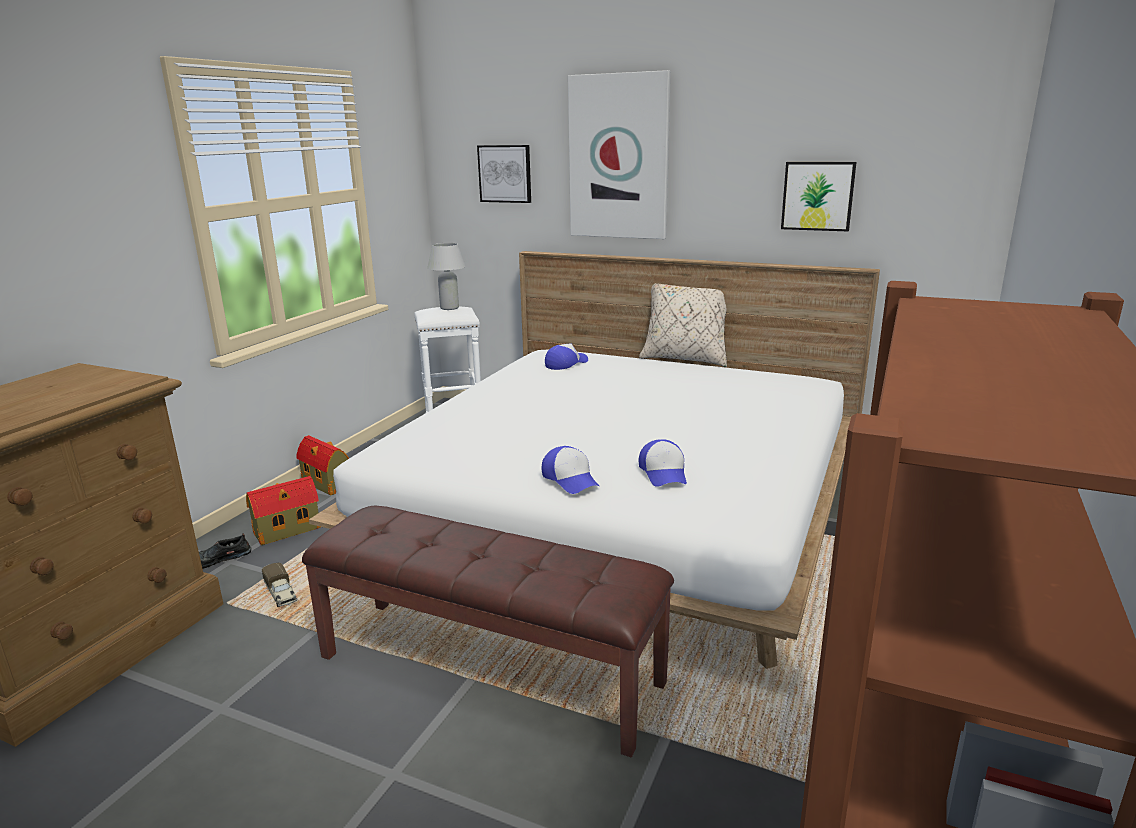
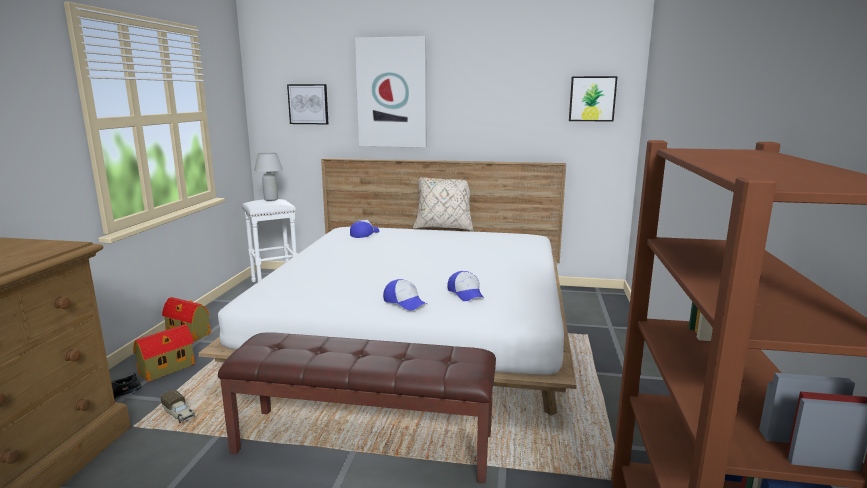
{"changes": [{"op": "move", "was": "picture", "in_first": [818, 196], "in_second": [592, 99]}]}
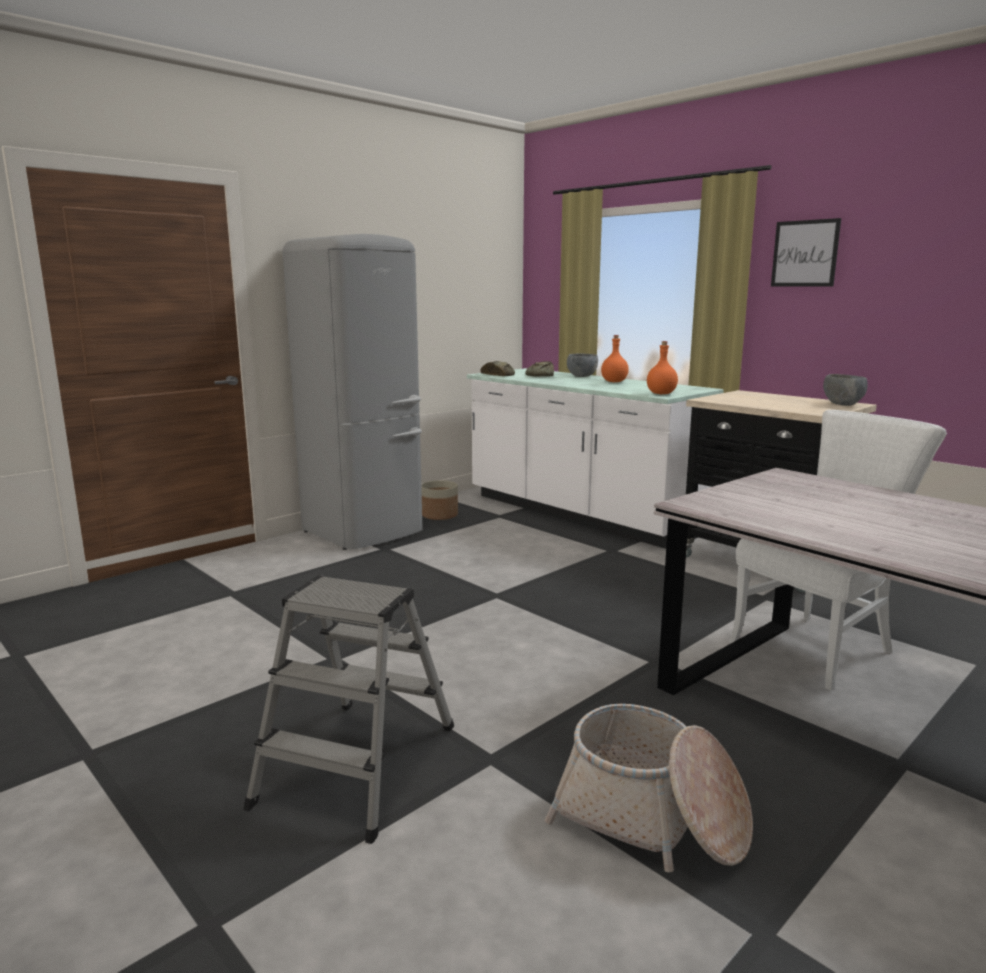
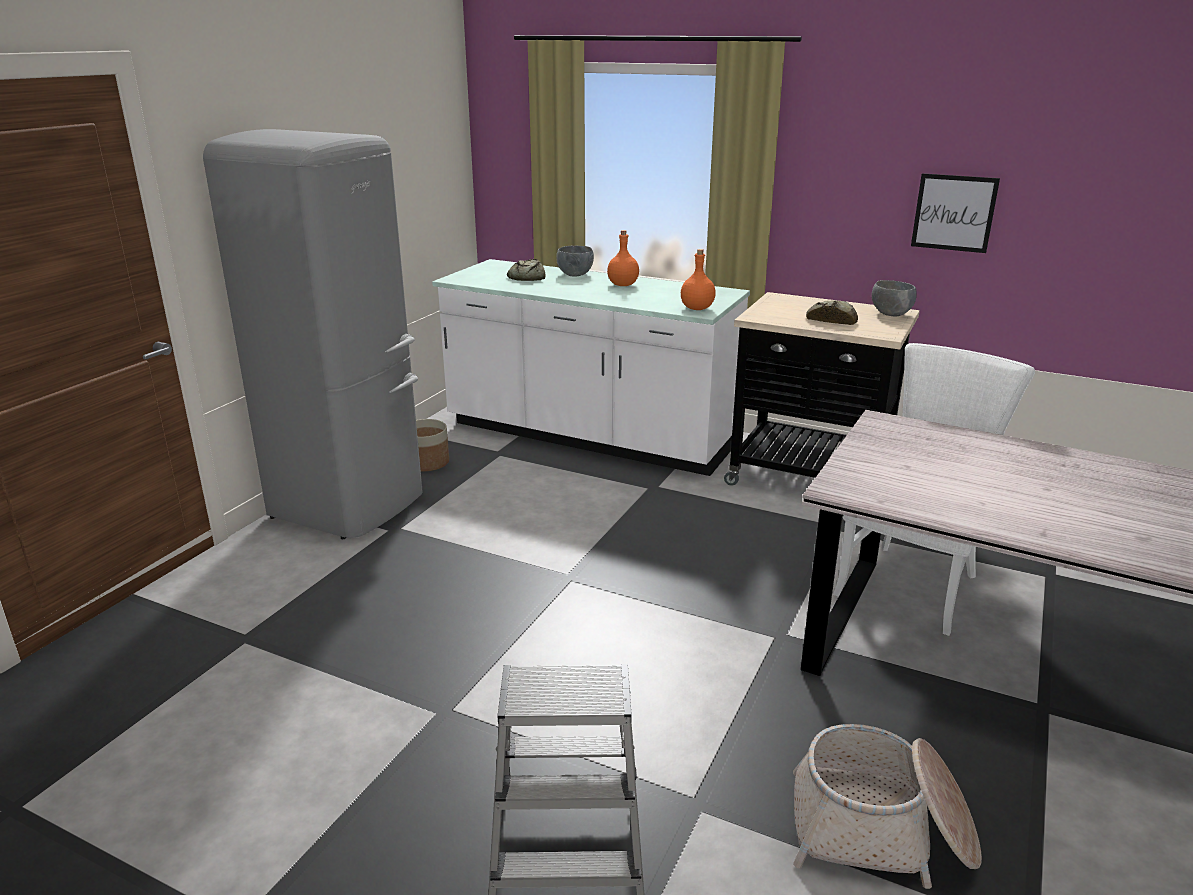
{"changes": [{"op": "move", "was": "picture", "in_first": [805, 253], "in_second": [954, 213]}, {"op": "move", "was": "bread", "in_first": [498, 375], "in_second": [831, 320]}]}
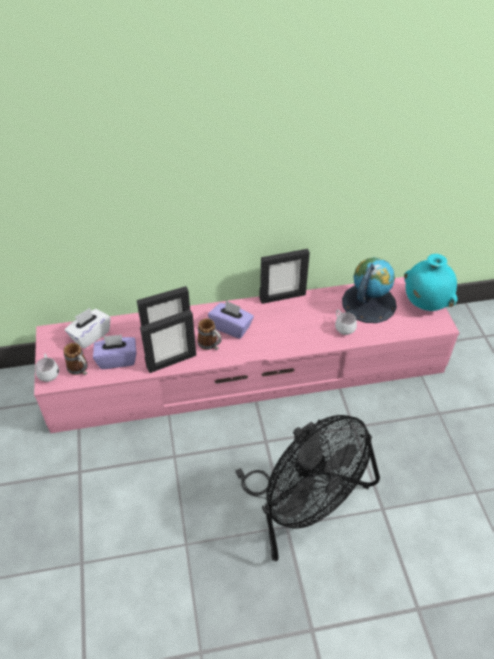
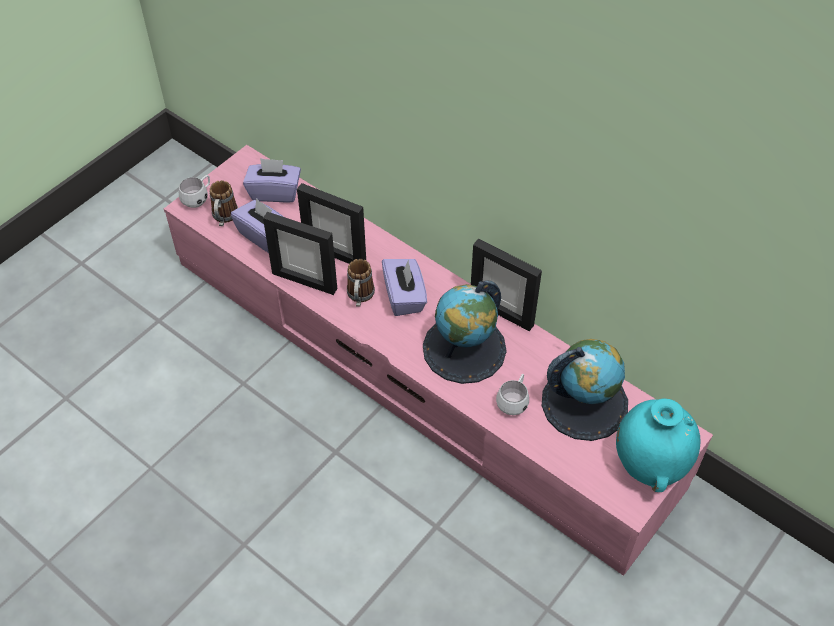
{"changes": [{"op": "recolor", "was": "tissue box in white", "now": "tissue box in purple", "in_first": [90, 335], "in_second": [274, 192]}, {"op": "delete", "was": "fan in black", "in_first": [301, 505]}, {"op": "insert", "now": "globe", "in_second": [464, 349]}]}
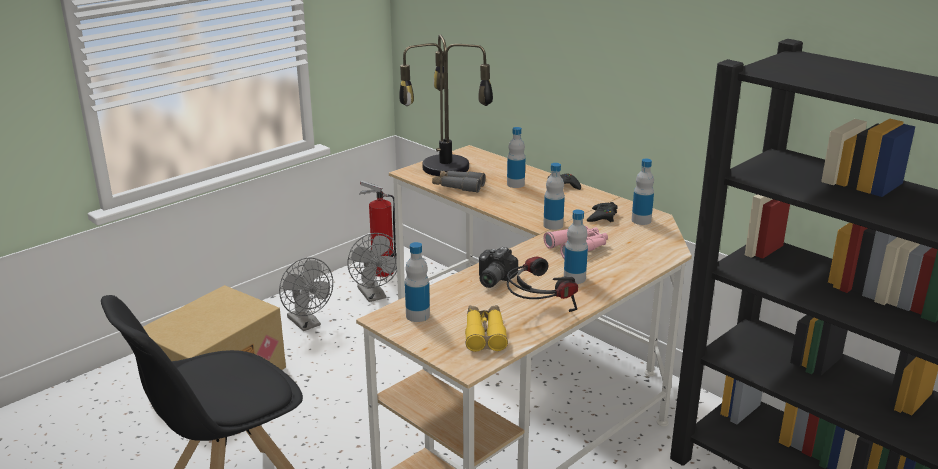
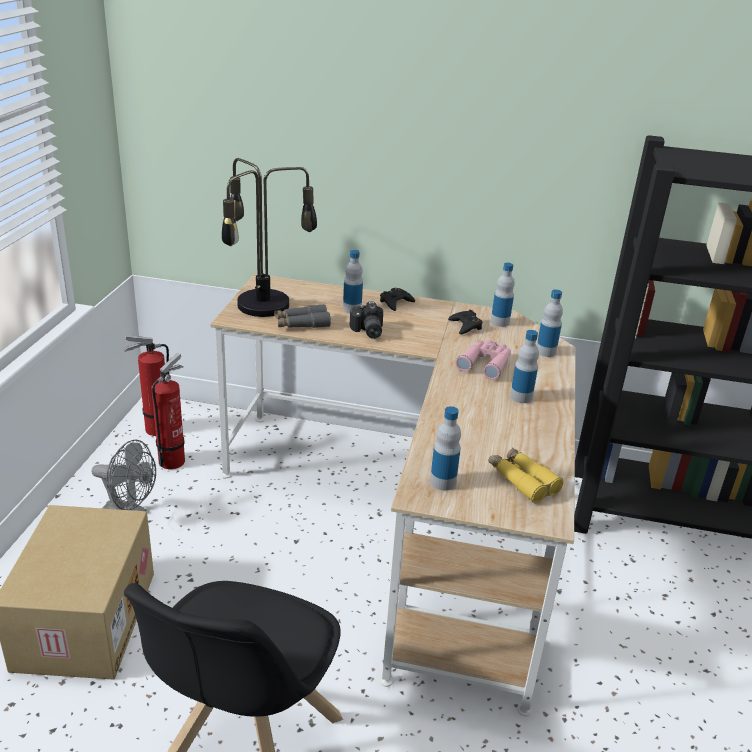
{"changes": [{"op": "move", "was": "bottle", "in_first": [553, 225], "in_second": [546, 352]}, {"op": "replace", "was": "fan in grey", "now": "fire extinguisher", "in_first": [374, 296], "in_second": [174, 459]}, {"op": "move", "was": "photo camera", "in_first": [492, 279], "in_second": [367, 331]}, {"op": "delete", "was": "headphones", "in_first": [537, 313]}]}
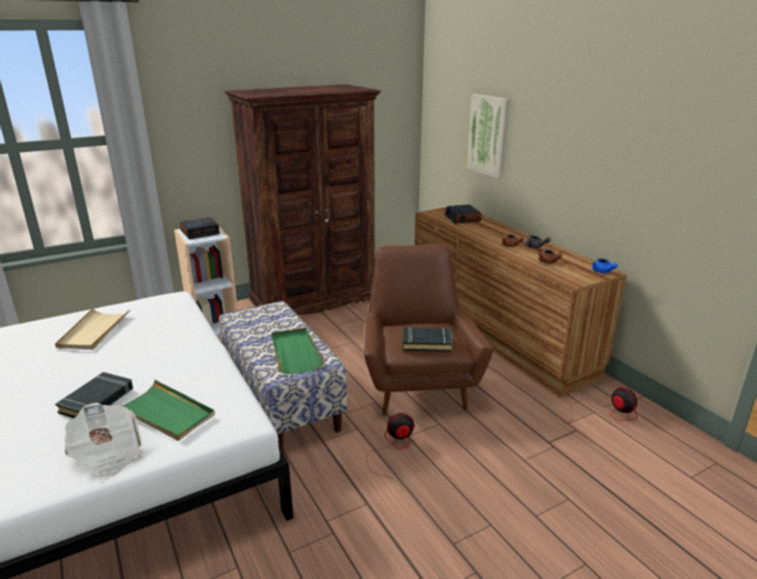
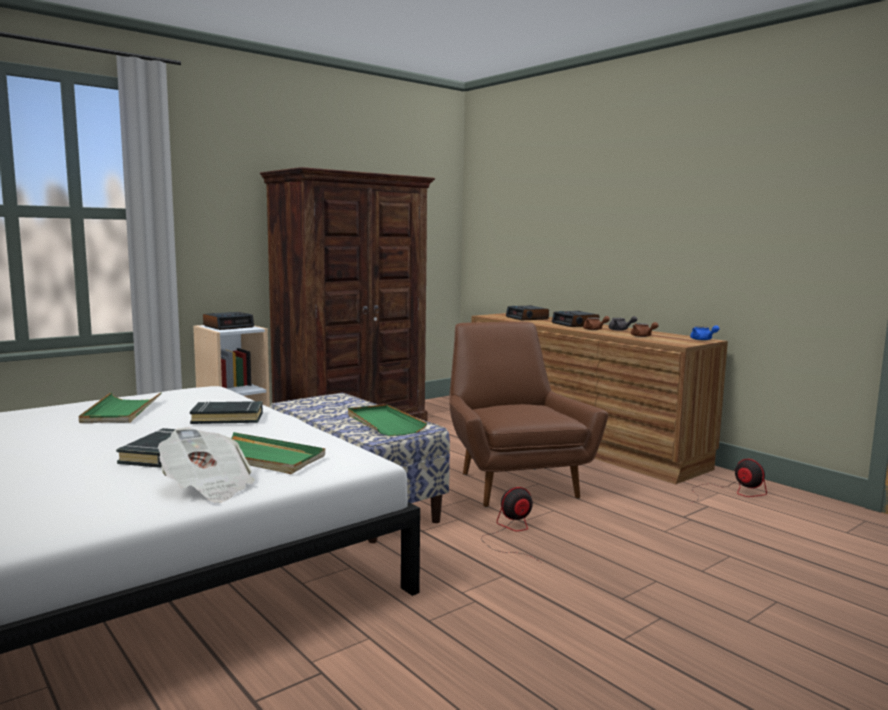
{"changes": [{"op": "delete", "was": "picture", "in_first": [489, 135]}, {"op": "recolor", "was": "tray in beige", "now": "tray in green", "in_first": [94, 331], "in_second": [121, 411]}, {"op": "move", "was": "book in black", "in_first": [426, 343], "in_second": [227, 418]}, {"op": "insert", "now": "alarm clock", "in_second": [575, 324]}]}
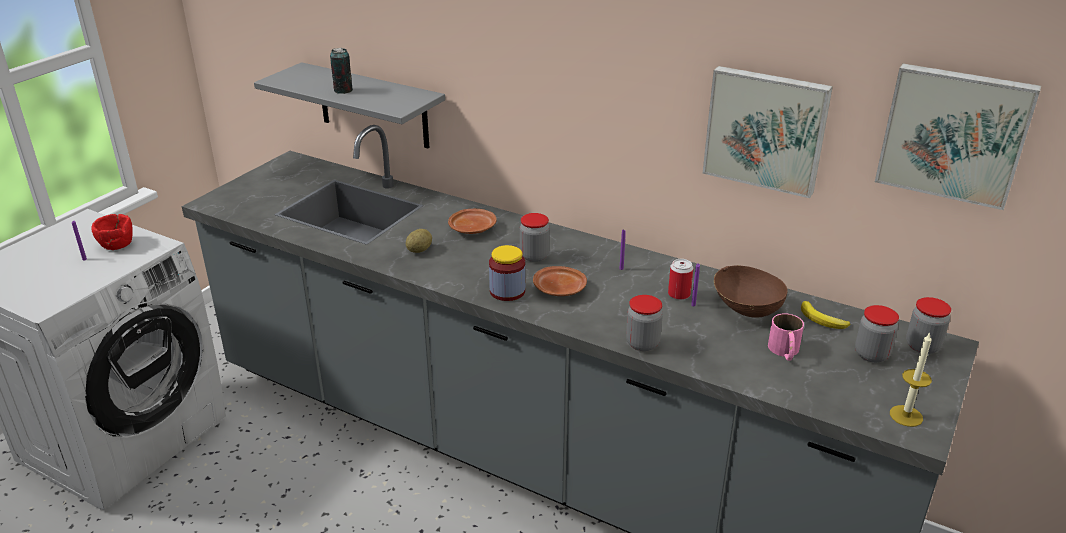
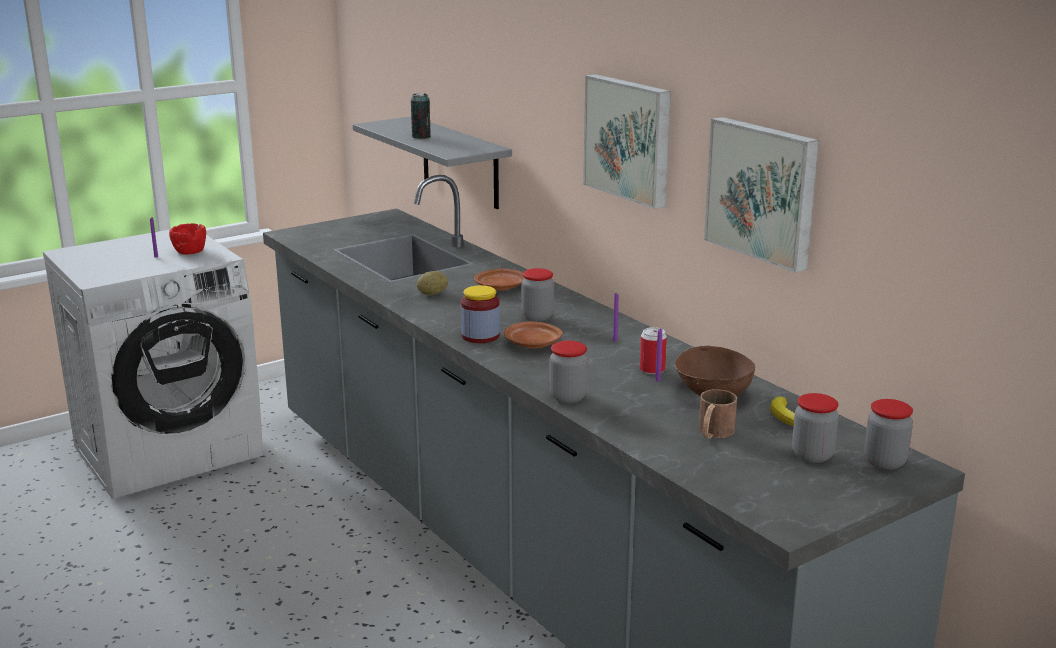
{"changes": [{"op": "move", "was": "picture", "in_first": [954, 134], "in_second": [630, 139]}, {"op": "recolor", "was": "mug in pink", "now": "mug in brown", "in_first": [785, 352], "in_second": [713, 433]}, {"op": "delete", "was": "candle", "in_first": [906, 416]}]}
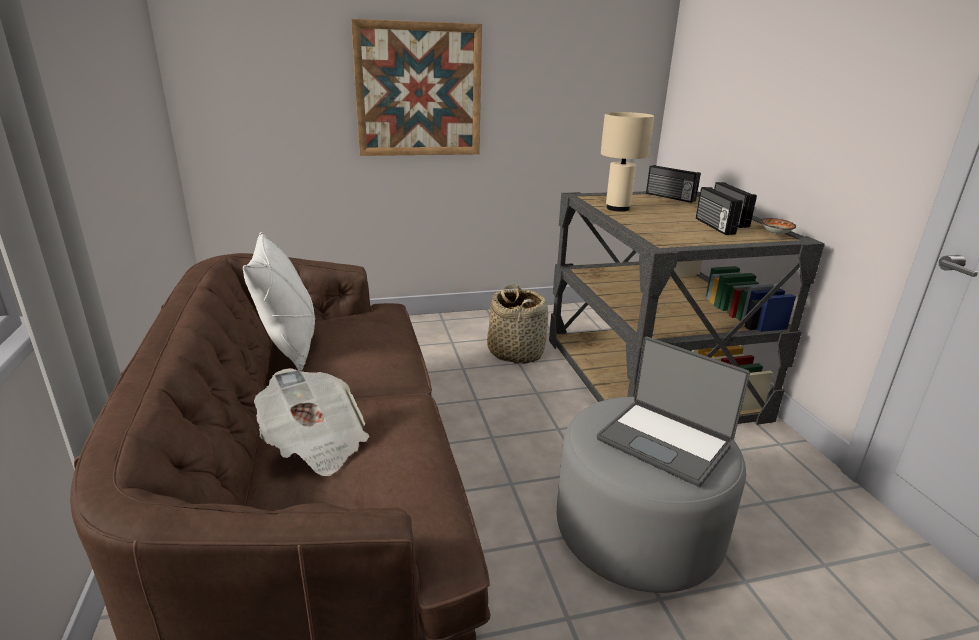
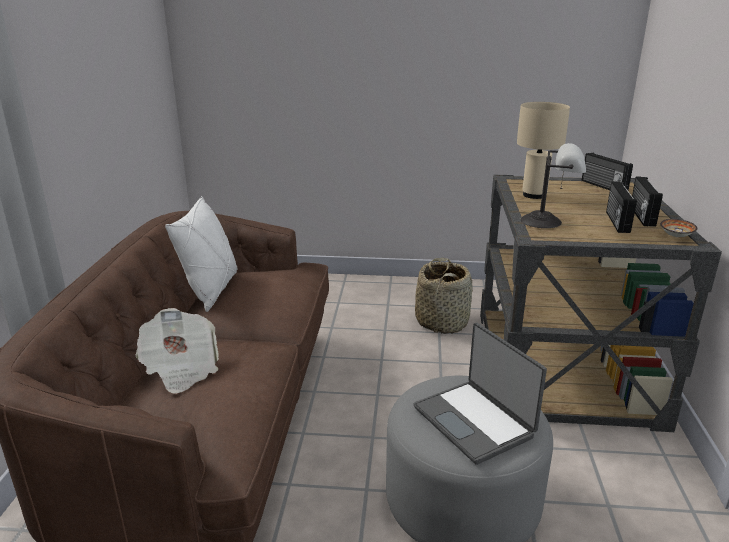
{"changes": [{"op": "delete", "was": "picture", "in_first": [418, 90]}, {"op": "insert", "now": "table lamp", "in_second": [550, 221]}]}
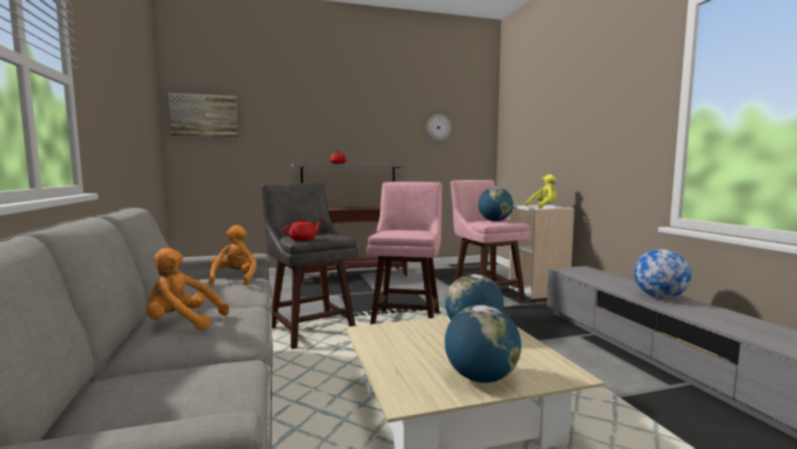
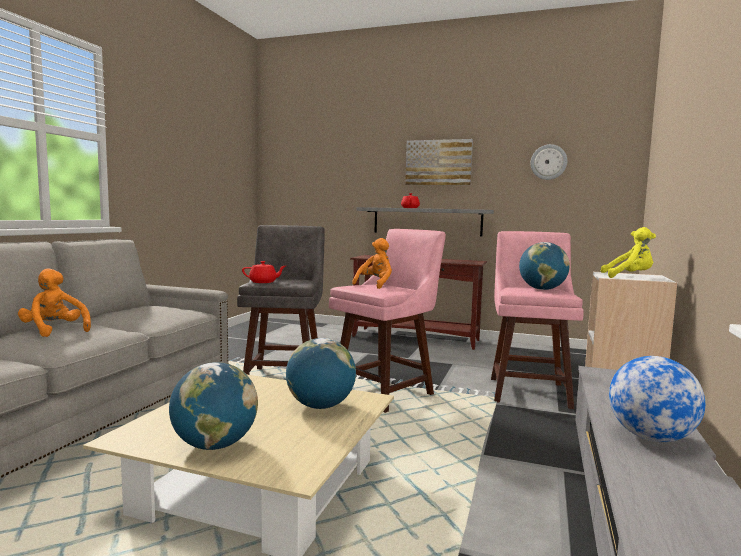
{"changes": [{"op": "move", "was": "picture", "in_first": [204, 116], "in_second": [438, 162]}, {"op": "move", "was": "plush toy in orange", "in_first": [235, 279], "in_second": [375, 285]}]}
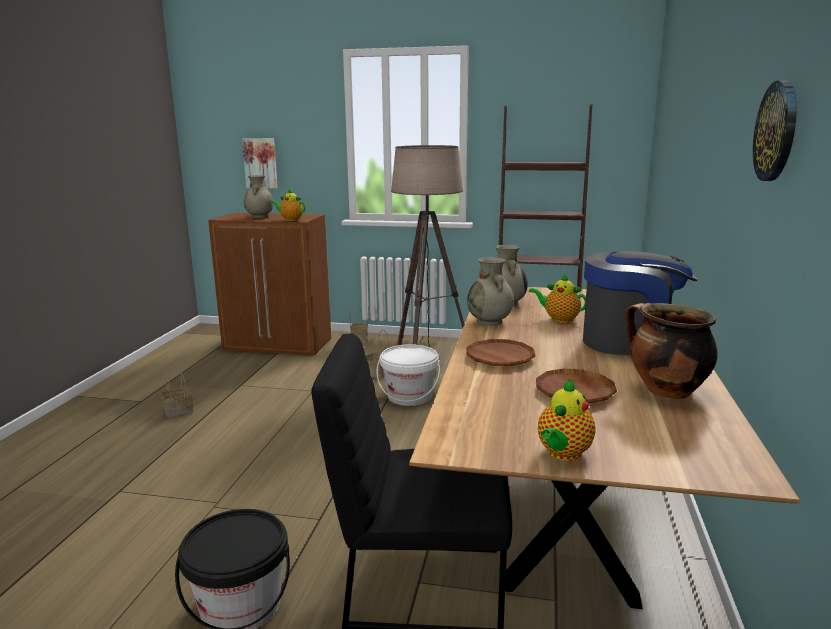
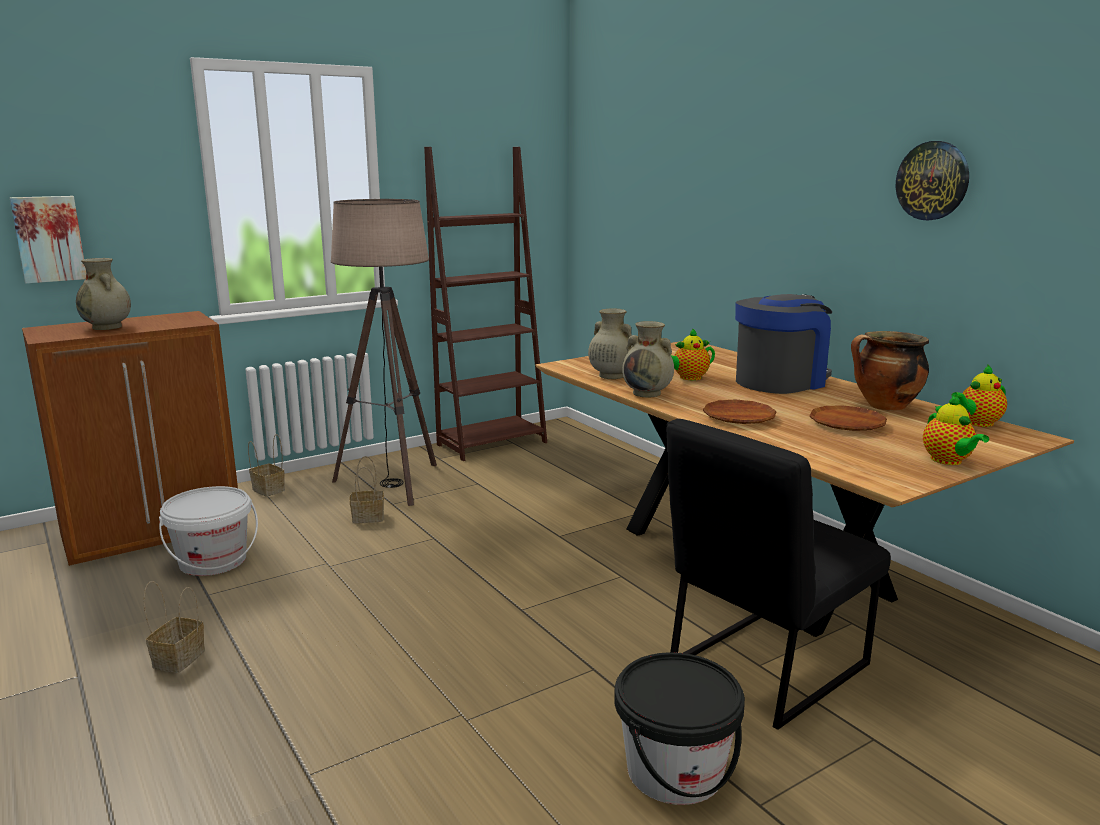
{"changes": [{"op": "move", "was": "teapot", "in_first": [290, 220], "in_second": [977, 423]}, {"op": "move", "was": "bucket in white", "in_first": [409, 396], "in_second": [213, 561]}]}
